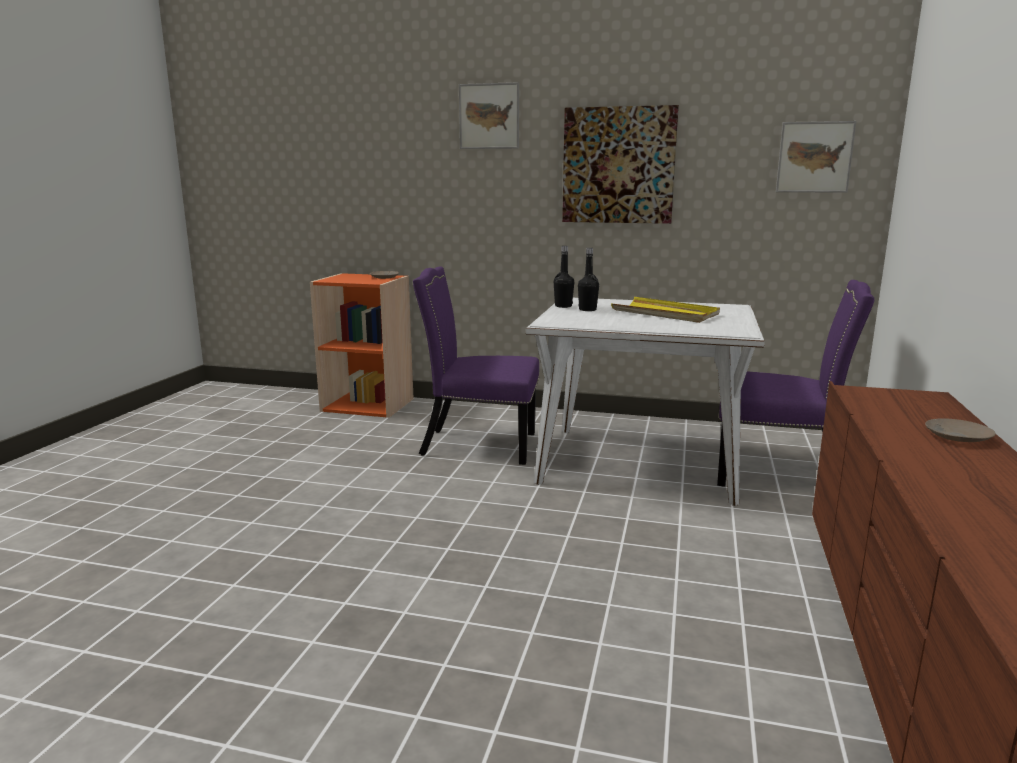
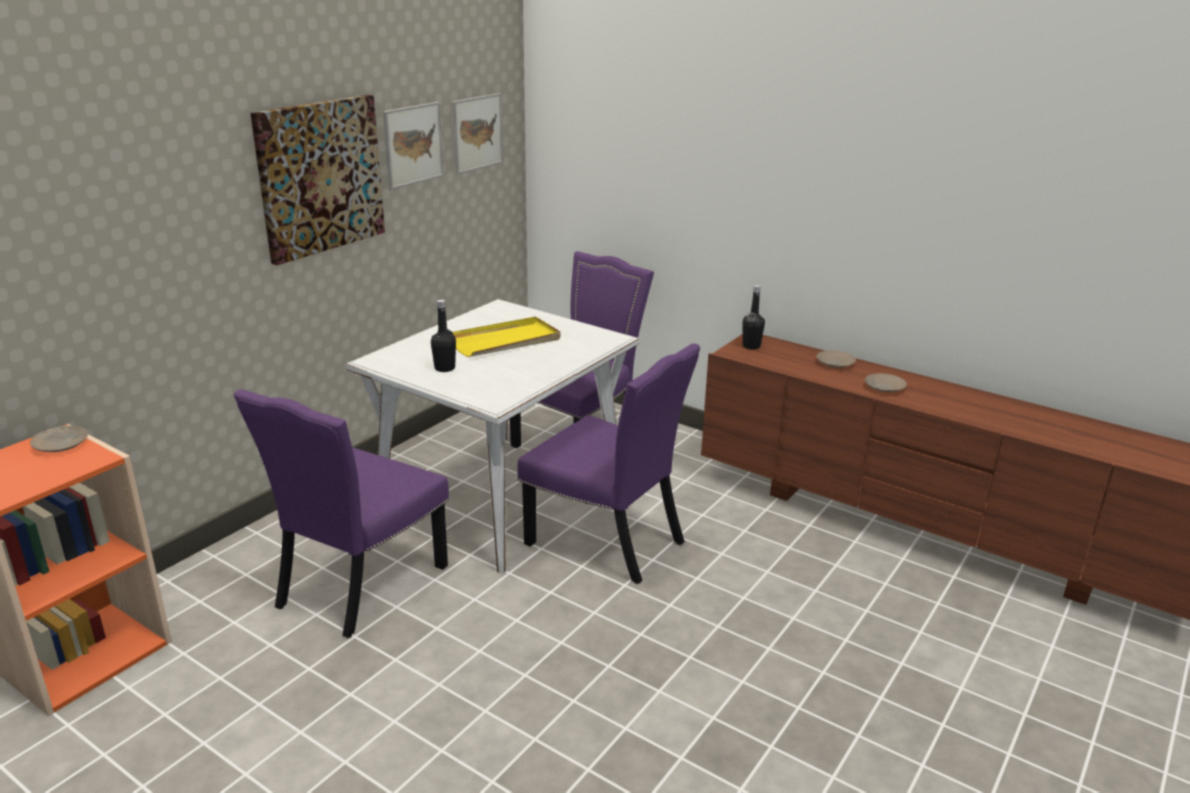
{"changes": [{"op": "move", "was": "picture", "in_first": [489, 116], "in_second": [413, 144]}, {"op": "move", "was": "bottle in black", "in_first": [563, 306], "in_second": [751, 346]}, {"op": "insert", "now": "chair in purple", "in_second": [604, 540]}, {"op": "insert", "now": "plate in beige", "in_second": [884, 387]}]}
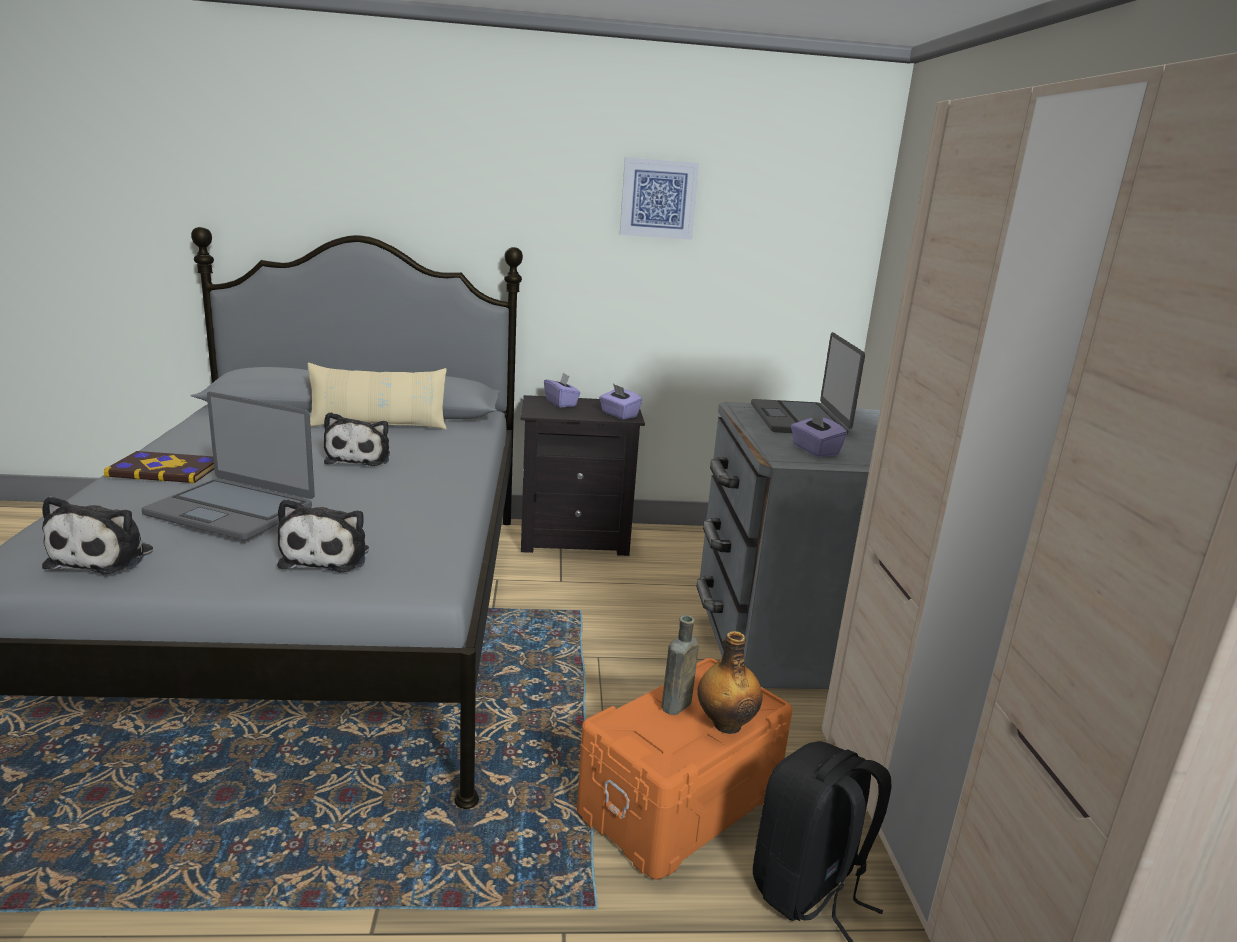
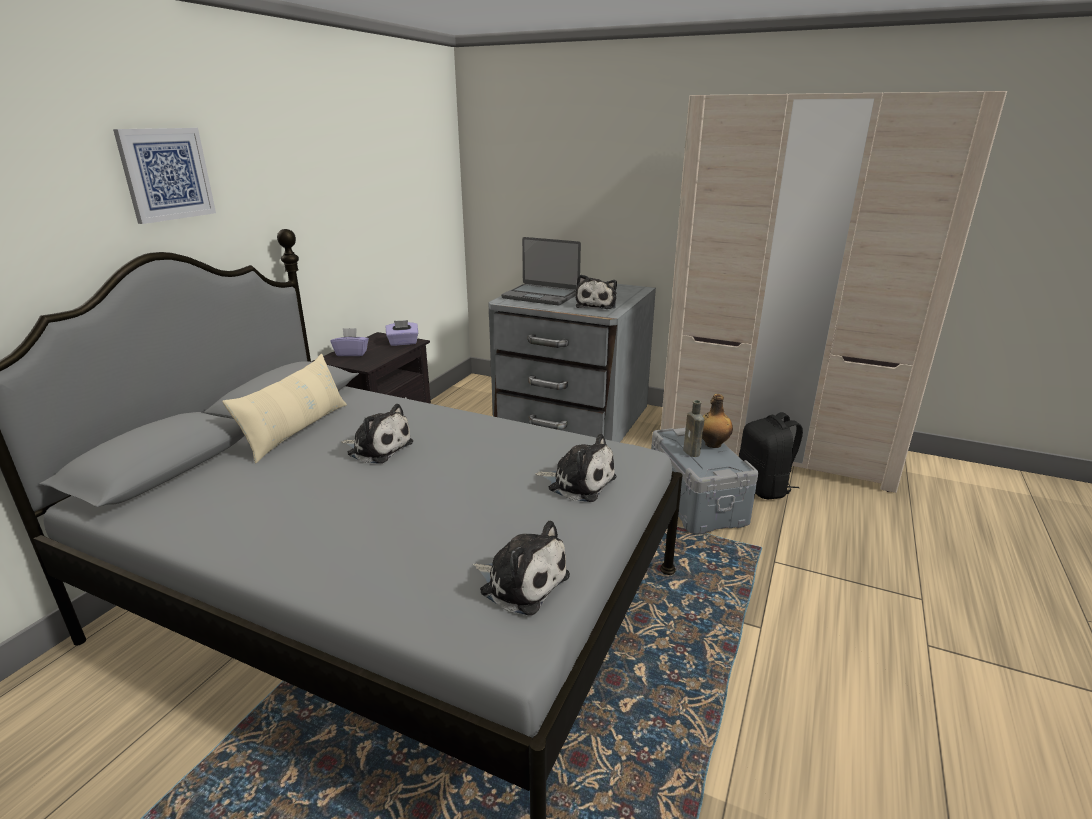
{"changes": [{"op": "move", "was": "picture", "in_first": [658, 199], "in_second": [166, 174]}, {"op": "delete", "was": "laptop", "in_first": [232, 510]}, {"op": "replace", "was": "tissue box in purple", "now": "plush toy", "in_first": [814, 450], "in_second": [596, 305]}, {"op": "delete", "was": "book", "in_first": [165, 470]}, {"op": "recolor", "was": "storage box in orange", "now": "storage box in grey", "in_first": [678, 801], "in_second": [695, 502]}]}
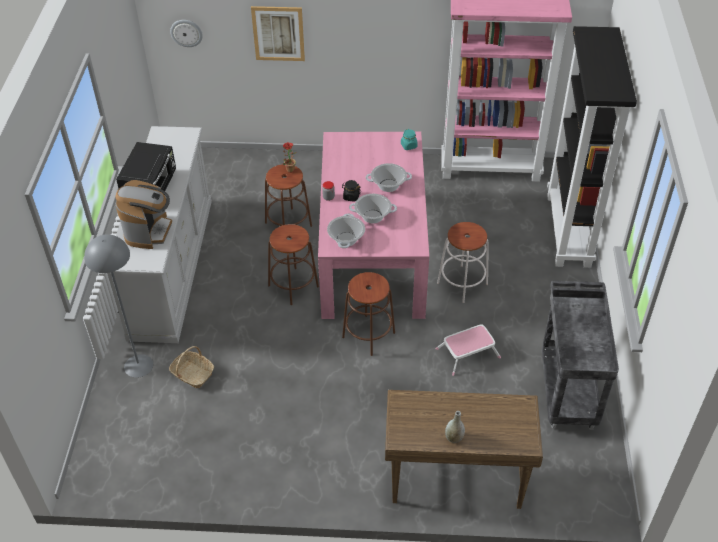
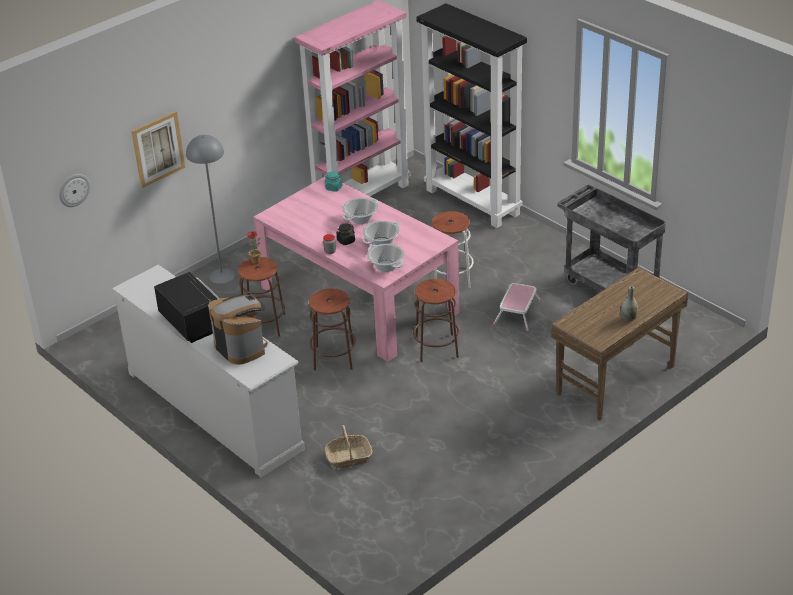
{"changes": [{"op": "move", "was": "floor lamp in grey", "in_first": [138, 365], "in_second": [221, 275]}]}
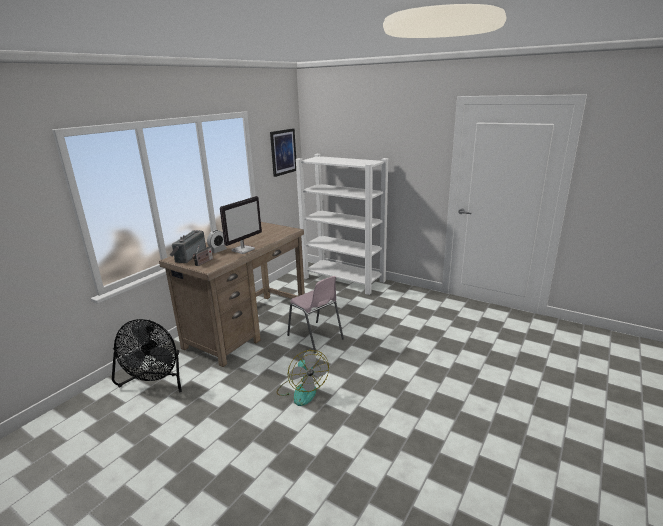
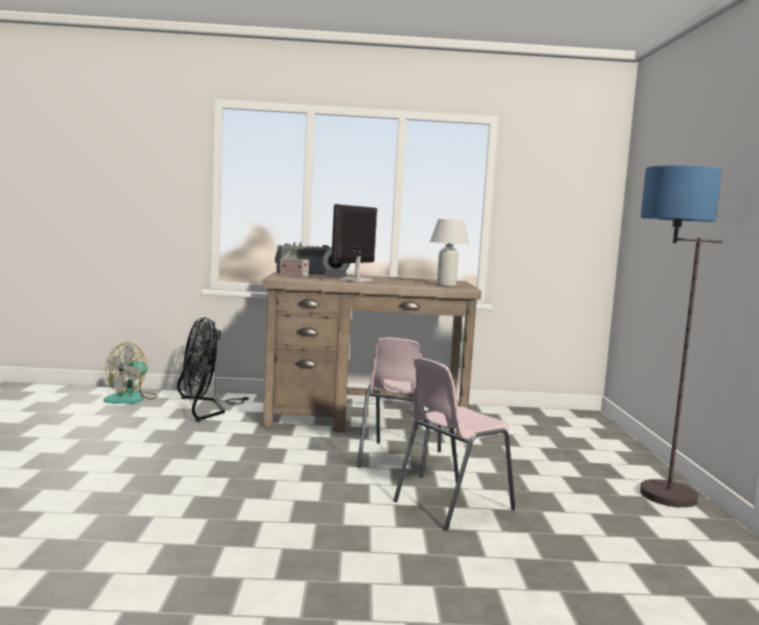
{"changes": [{"op": "delete", "was": "picture", "in_first": [283, 152]}, {"op": "delete", "was": "bookcase in white", "in_first": [343, 279]}, {"op": "rotate", "was": "monitor", "in_first": [243, 249], "in_second": [355, 280], "clockwise": 120}, {"op": "move", "was": "fan", "in_first": [302, 390], "in_second": [132, 399]}, {"op": "insert", "now": "floor lamp in blue", "in_second": [653, 496]}, {"op": "insert", "now": "table lamp in white", "in_second": [446, 285]}, {"op": "insert", "now": "chair in pink", "in_second": [451, 505]}]}
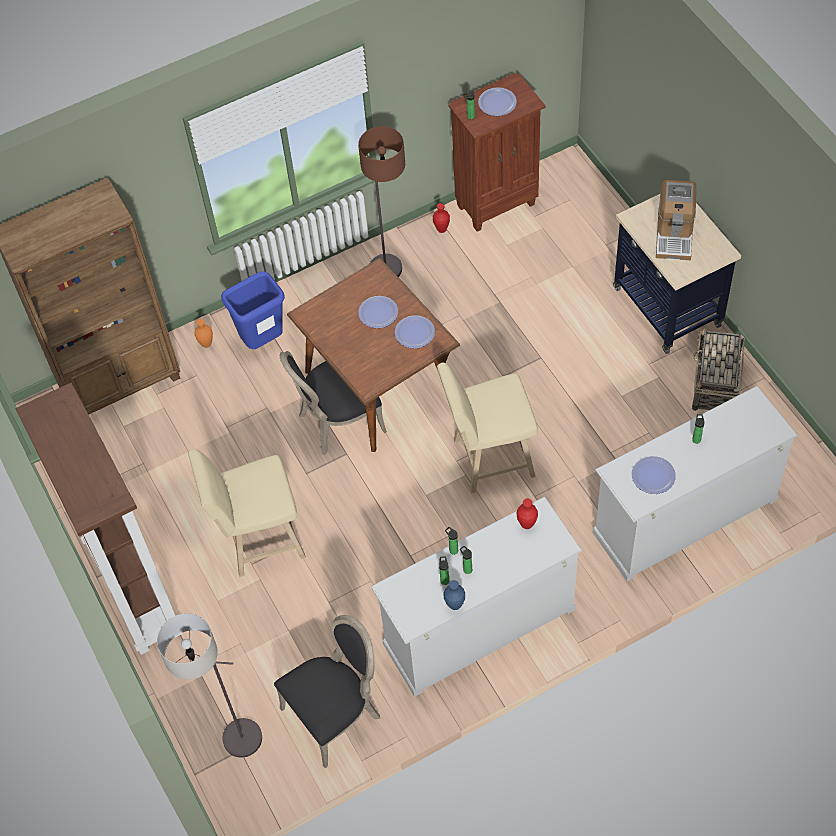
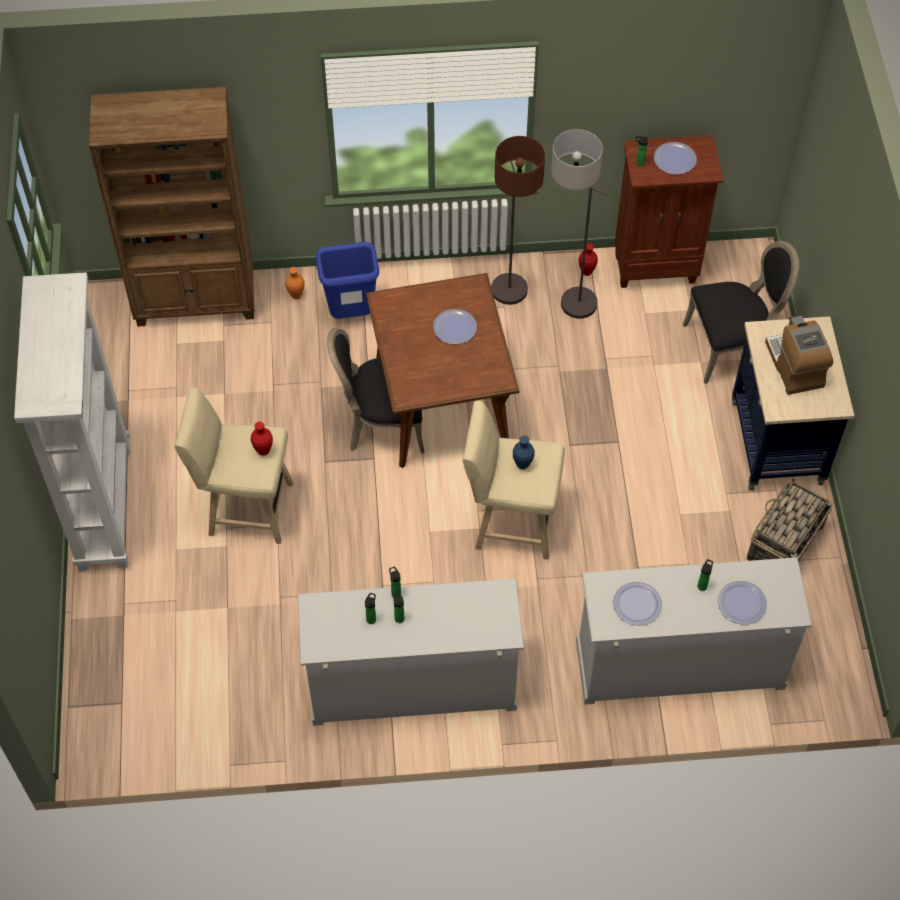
{"changes": [{"op": "rotate", "was": "coffee machine", "in_first": [674, 234], "in_second": [795, 366], "clockwise": 135}, {"op": "move", "was": "plate", "in_first": [415, 332], "in_second": [742, 603]}, {"op": "recolor", "was": "bookcase in brown", "now": "bookcase in white", "in_first": [133, 590], "in_second": [103, 505]}, {"op": "move", "was": "vase in red", "in_first": [527, 524], "in_second": [263, 451]}, {"op": "move", "was": "vase in blue", "in_first": [455, 605], "in_second": [522, 464]}, {"op": "move", "was": "floor lamp in grey", "in_first": [230, 737], "in_second": [569, 299]}, {"op": "move", "was": "chair in black", "in_first": [335, 714], "in_second": [730, 346]}]}
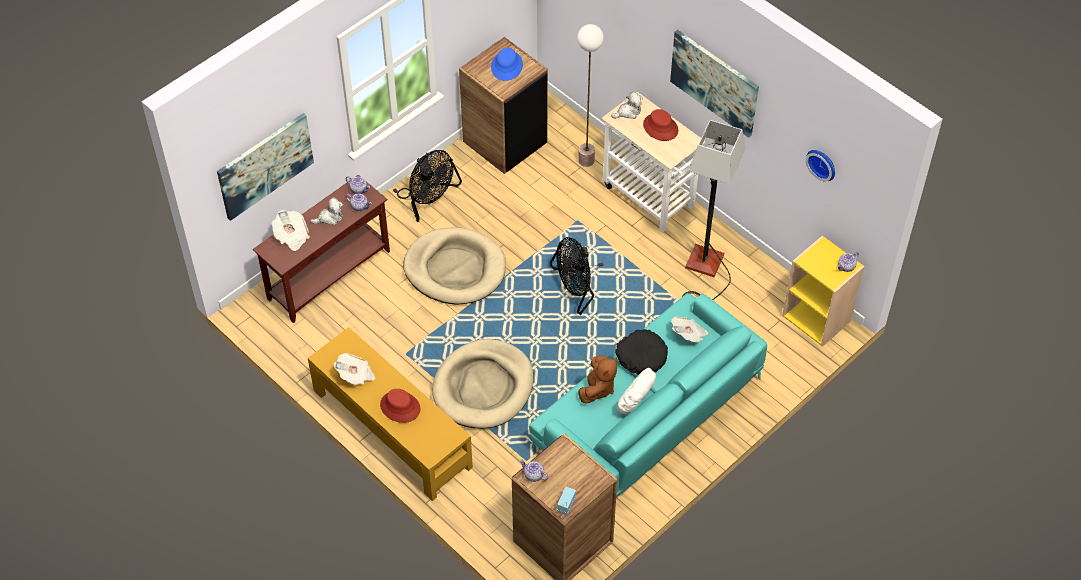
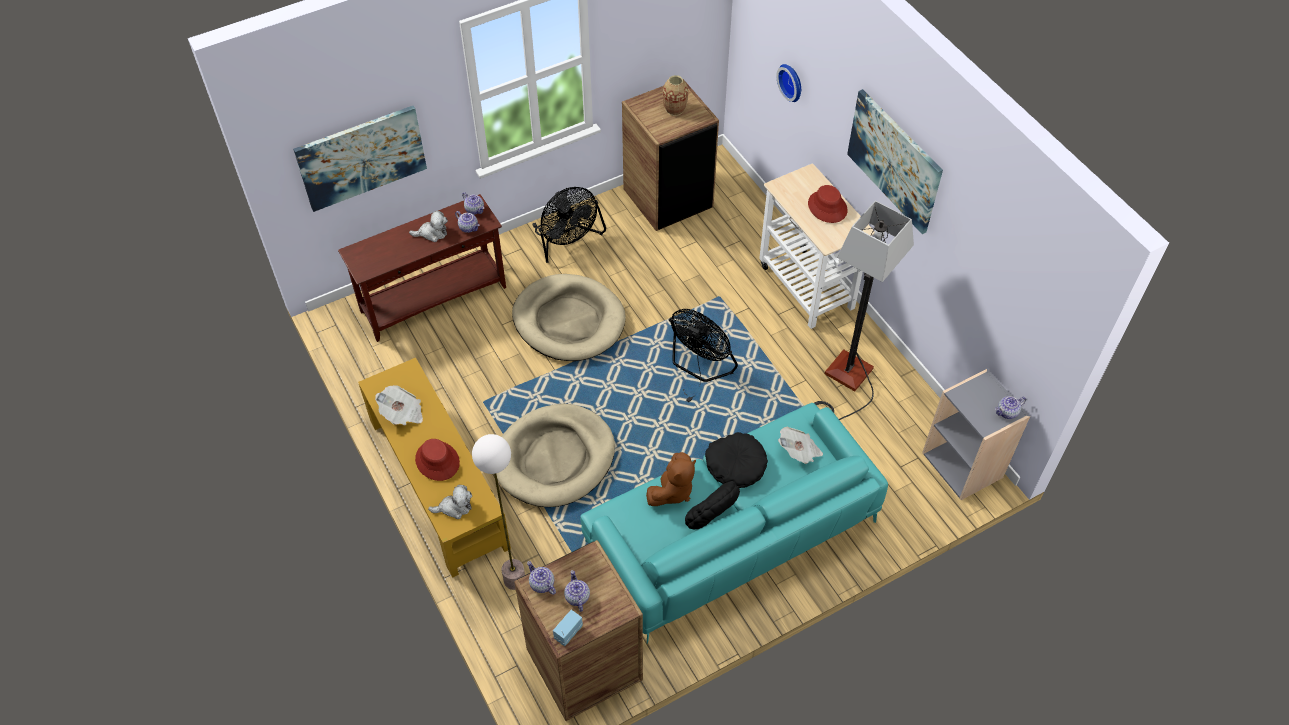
{"changes": [{"op": "move", "was": "floor lamp", "in_first": [586, 160], "in_second": [514, 580]}, {"op": "replace", "was": "hat in blue", "now": "vase", "in_first": [507, 66], "in_second": [675, 109]}, {"op": "move", "was": "plush toy", "in_first": [628, 112], "in_second": [454, 507]}, {"op": "move", "was": "wall clock", "in_first": [822, 163], "in_second": [792, 81]}, {"op": "delete", "was": "newspaper", "in_first": [291, 236]}, {"op": "recolor", "was": "bookcase in yellow", "now": "bookcase in grey", "in_first": [817, 318], "in_second": [963, 465]}, {"op": "rotate", "was": "fan in black", "in_first": [577, 286], "in_second": [696, 368], "clockwise": 135}, {"op": "recolor", "was": "pillow in white", "now": "pillow in black", "in_first": [635, 404], "in_second": [711, 520]}, {"op": "insert", "now": "teapot", "in_second": [577, 597]}]}
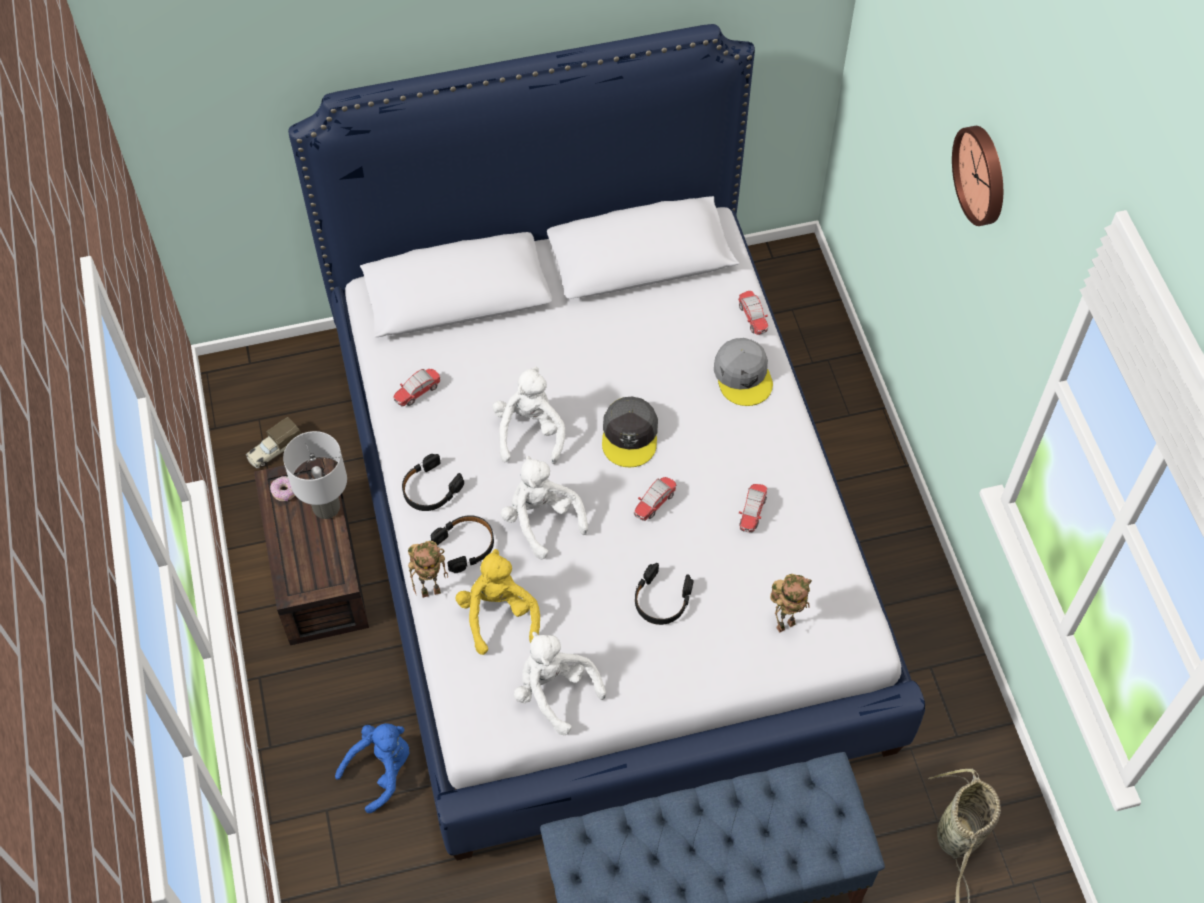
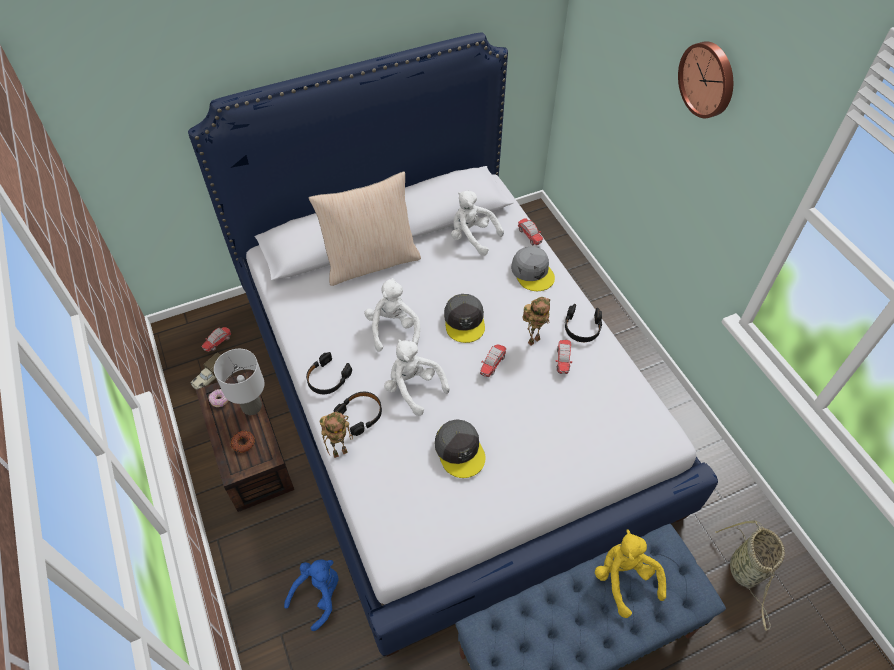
{"changes": [{"op": "move", "was": "toy car", "in_first": [418, 392], "in_second": [218, 342]}, {"op": "move", "was": "plush toy in yellow", "in_first": [498, 614], "in_second": [624, 579]}, {"op": "move", "was": "headphones in black", "in_first": [661, 600], "in_second": [582, 327]}, {"op": "move", "was": "toy robot", "in_first": [785, 623], "in_second": [533, 339]}, {"op": "move", "was": "plush toy in white", "in_first": [554, 691], "in_second": [472, 237]}, {"op": "insert", "now": "pillow in beige", "in_second": [371, 261]}, {"op": "insert", "now": "cap in grey", "in_second": [460, 450]}, {"op": "insert", "now": "donut", "in_second": [243, 443]}]}
